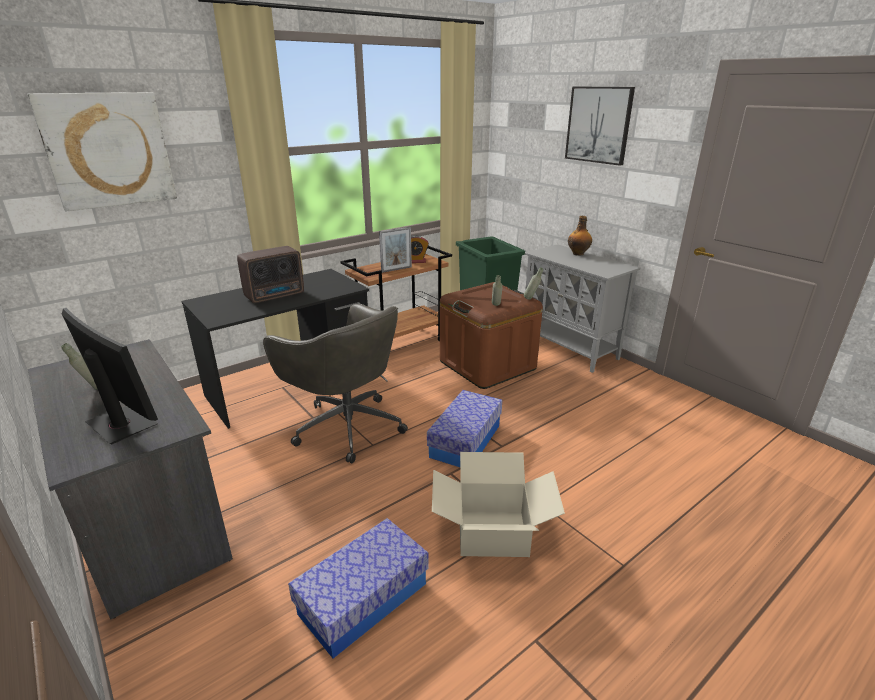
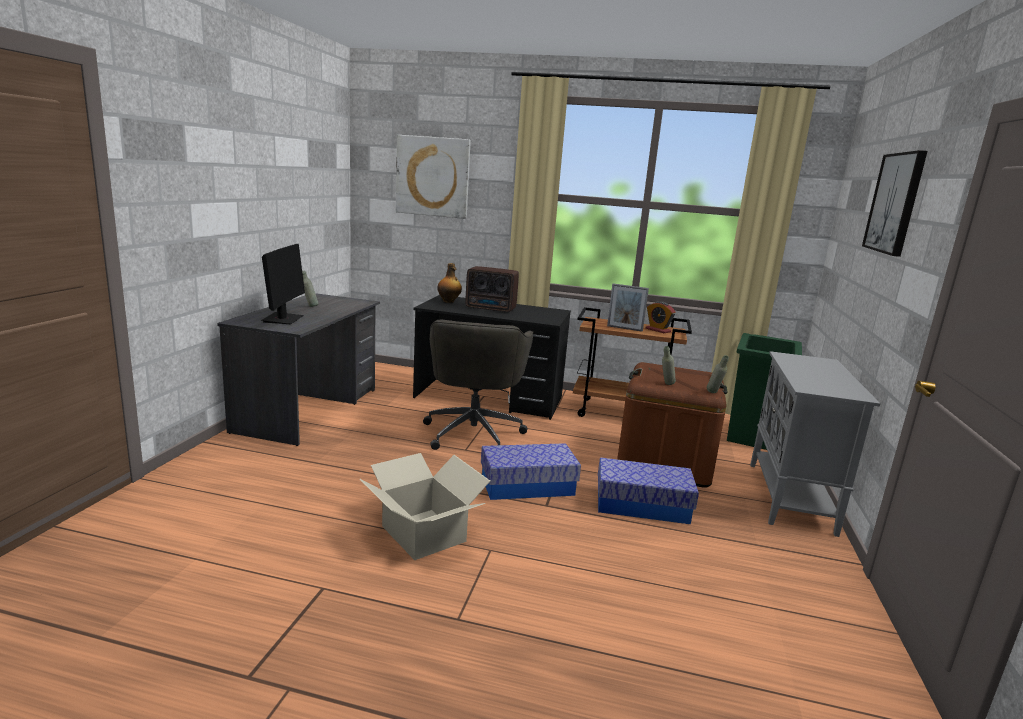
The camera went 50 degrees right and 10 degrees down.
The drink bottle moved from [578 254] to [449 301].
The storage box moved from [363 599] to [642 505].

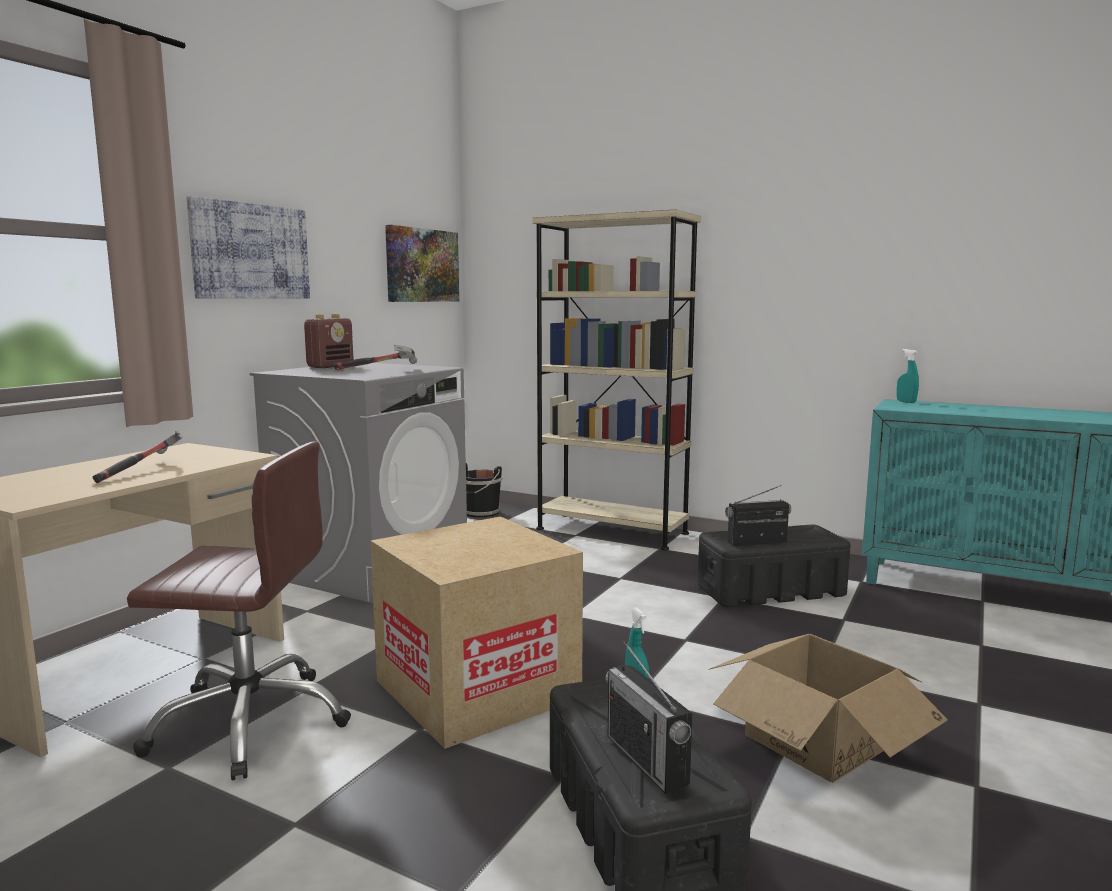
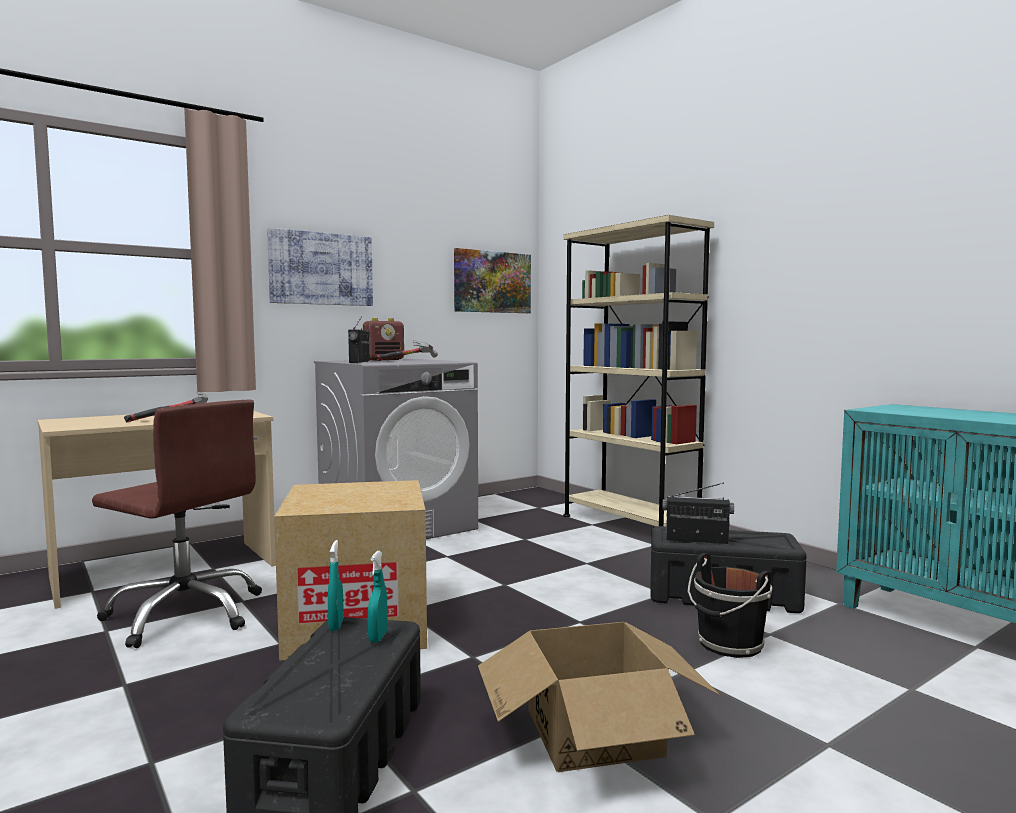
The camera went 25 degrees right and 5 degrees down.
The turquoise hand sprayer moved from [906 402] to [336 625].
The black pail moved from [480 513] to [729 645].
The radio set moved from [646 760] to [359 362].

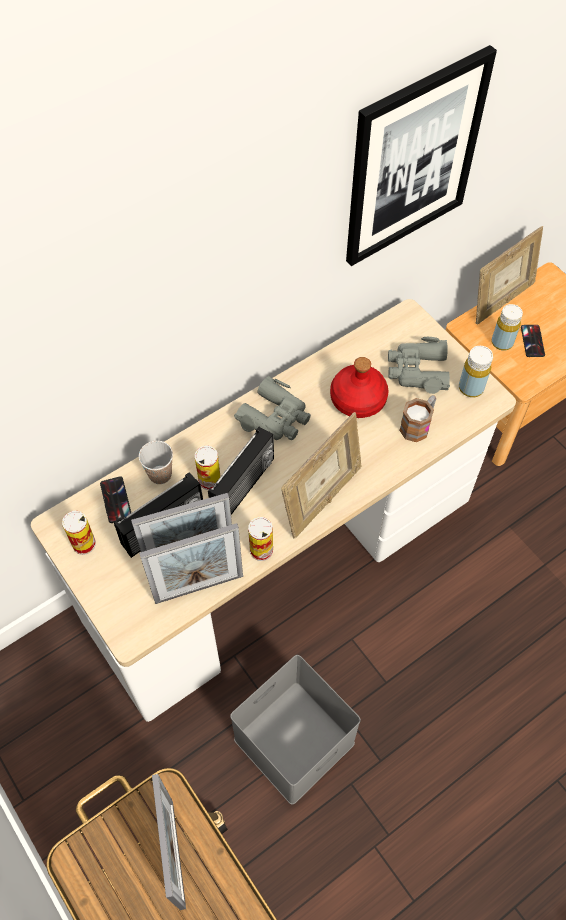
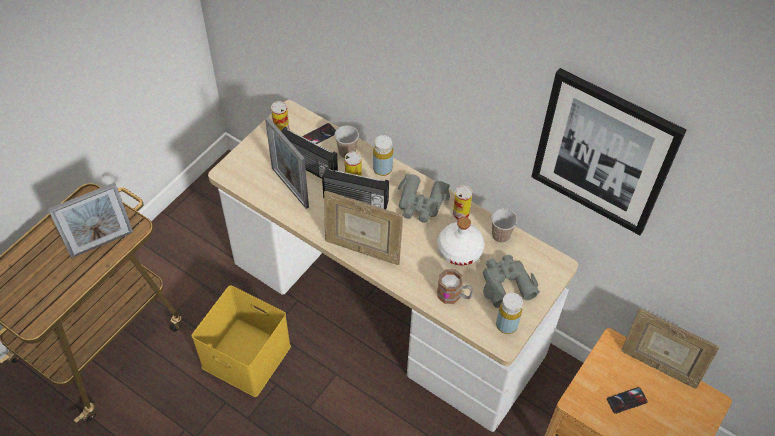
The camera went 70 degrees right and 5 degrees down.
The yellow drink bottle moved from [502 342] to [382 169].
The red drink bottle at [357 399] became the whitish drink bottle at [459 250].
The can moved from [261 550] to [461 214].
The photo frame at [199 588] disappeared.
The gray storage box at [294 738] became the yellow storage box at [248 356].
The drinking cup at [500 236] appeared.

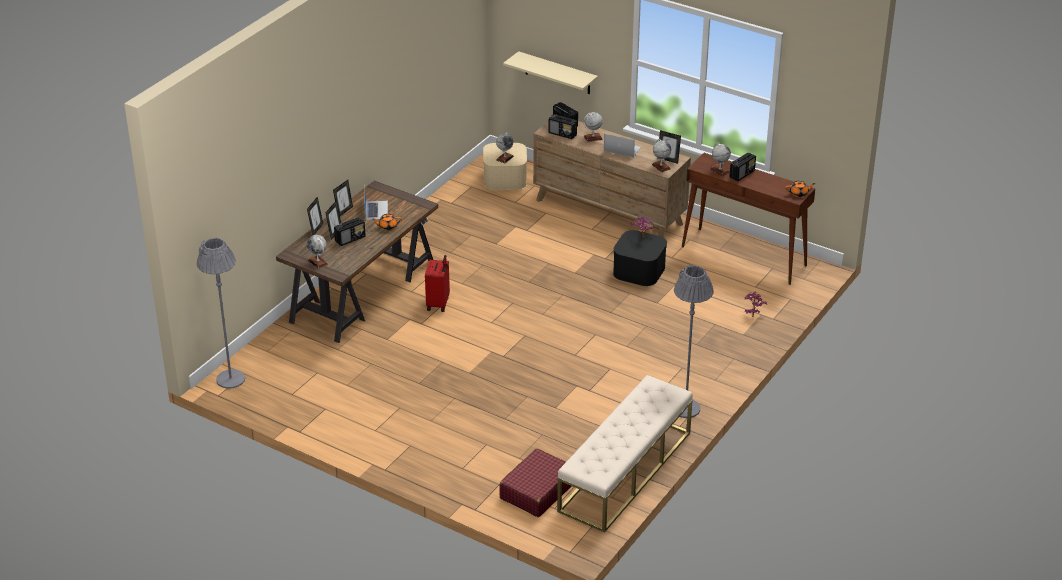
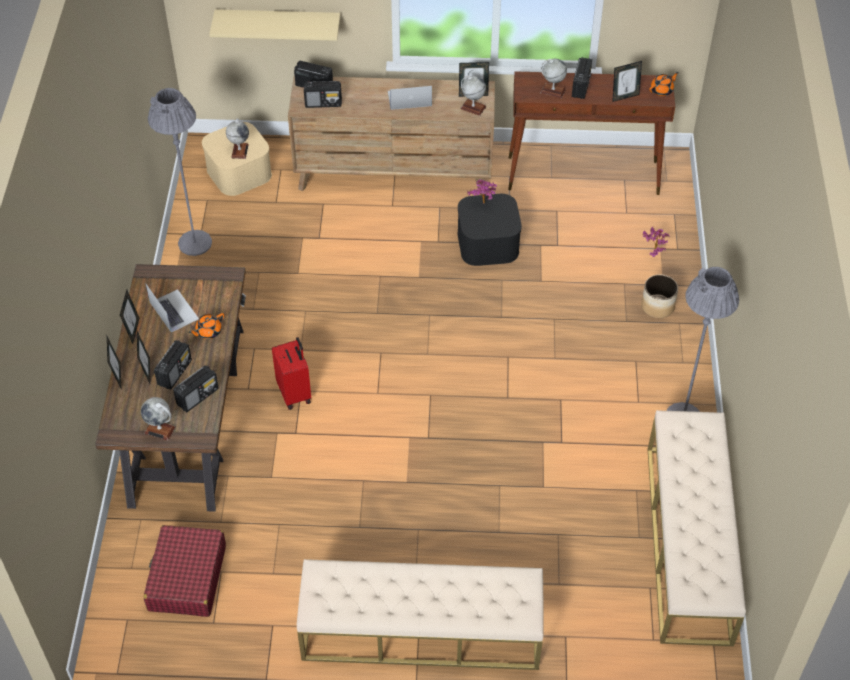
The camera went 30 degrees left and 15 degrees up.
The globe at [593 138] disappeared.
The gray standing lamp moved from [230 379] to [195 243].
The red piece of luggage moved from [537 491] to [187 578].
The photo frame at [624 96] appeared.
The flower pot at [657 306] appeared.
The radio set at [198 396] appeared.
The beige long seat at [420 632] appeared.

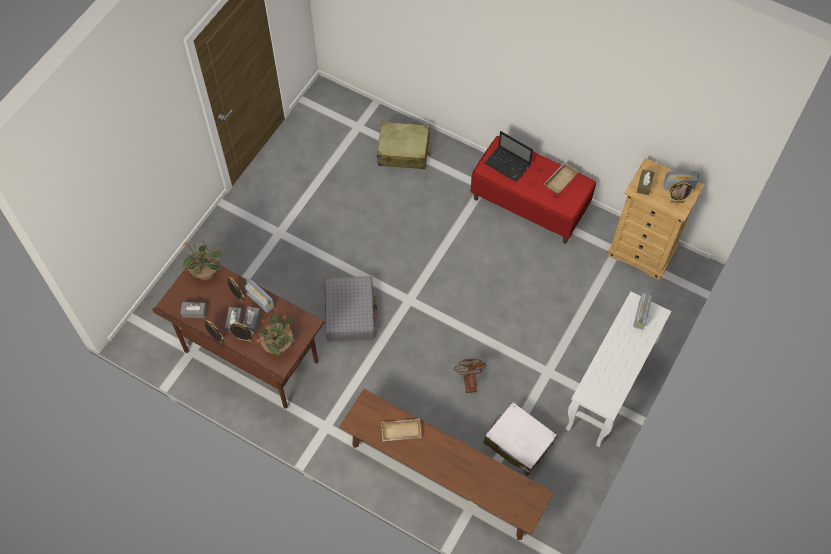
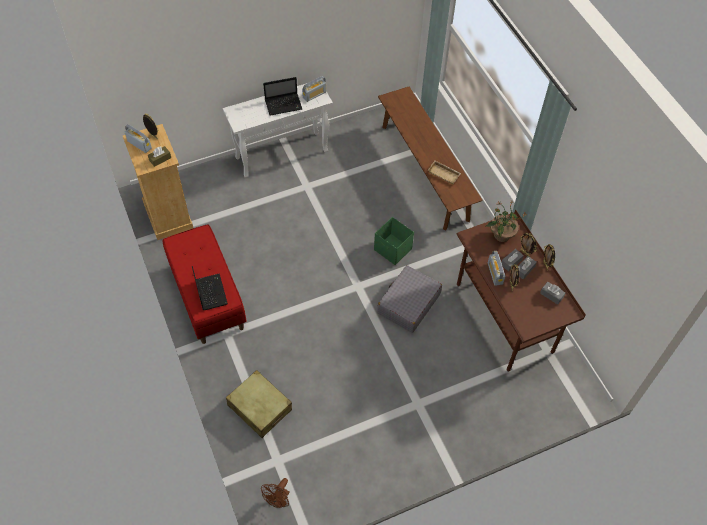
The camera went 145 degrees left and 5 degrees down.
The beige serving tray at [560 179] disappeared.
The potted plant at [206 272] disappeared.
The radio set moved from [641 315] to [314 95].
The brown cooling fan moved from [469 381] to [278 500].
The whitish piece of luggage at [518 442] disappeared.
The laptop at [284 104] appeared.
The green-coloured storage box at [393 250] appeared.

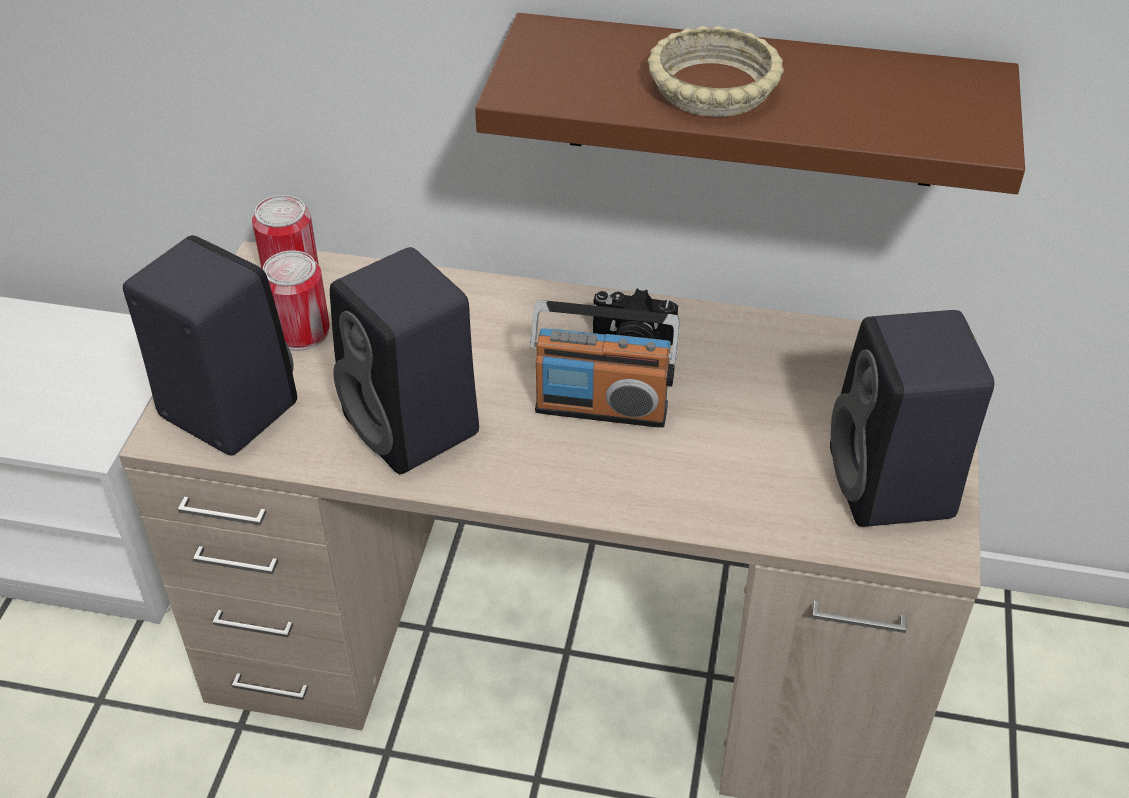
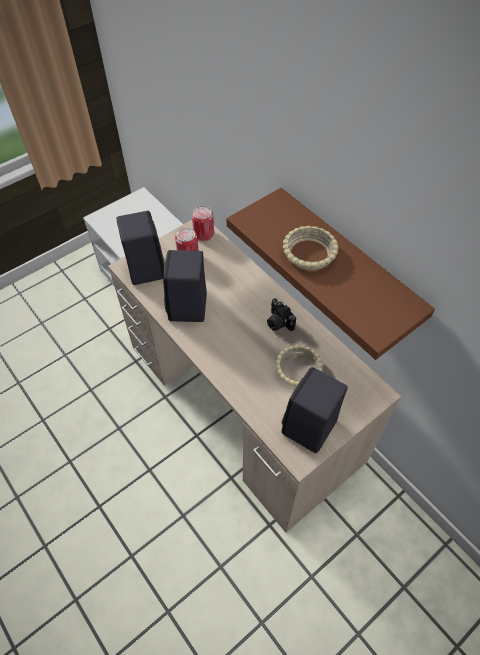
The camera went 40 degrees right and 10 degrees up.
The radio set at [601 407] disappeared.
The beige deep dish at [299 369] appeared.

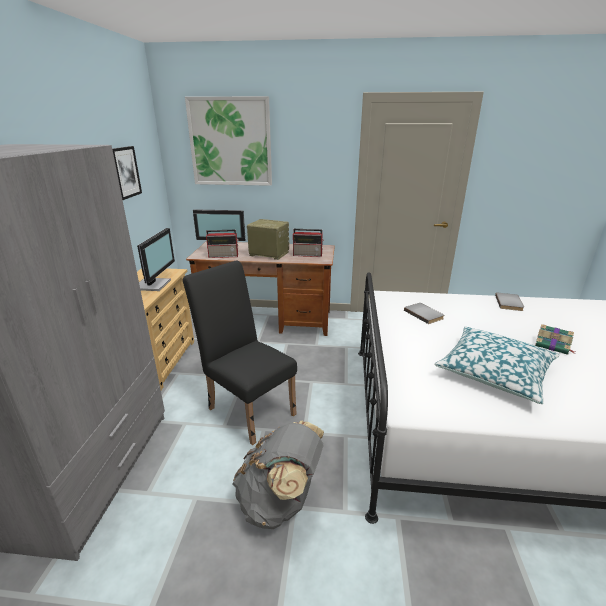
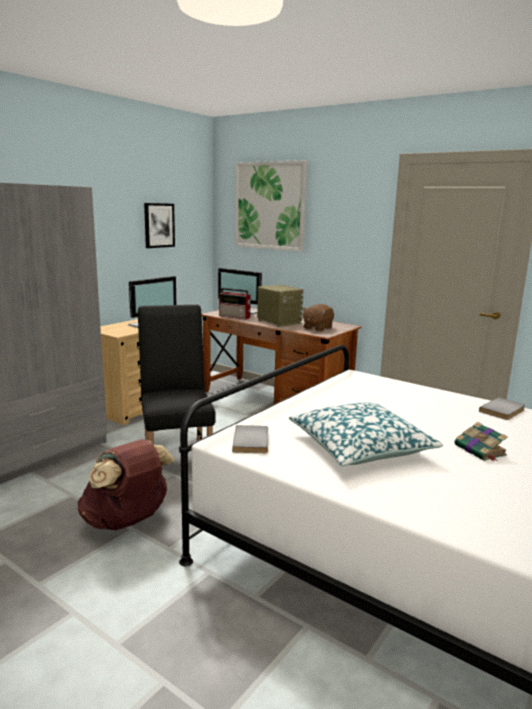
The camera went 30 degrees right and 10 degrees down.
The radio set at [308 255] was replaced by the brown cuddly toy at [317 328].
The gray volume moved from [424 314] to [252 441].
The gray rucksack at [280 501] became the brown rucksack at [127 521].

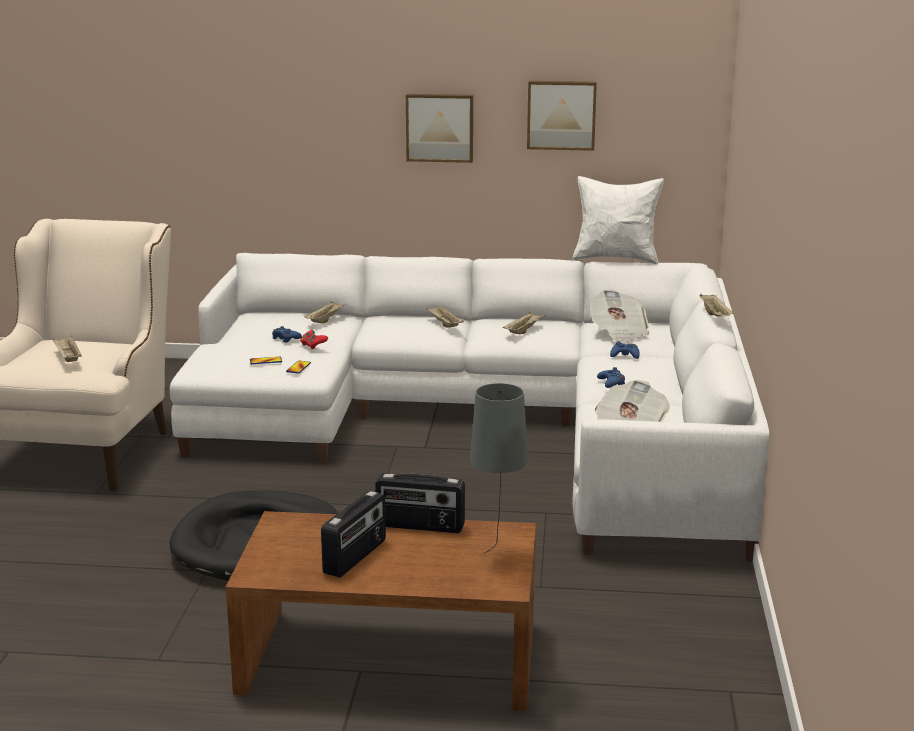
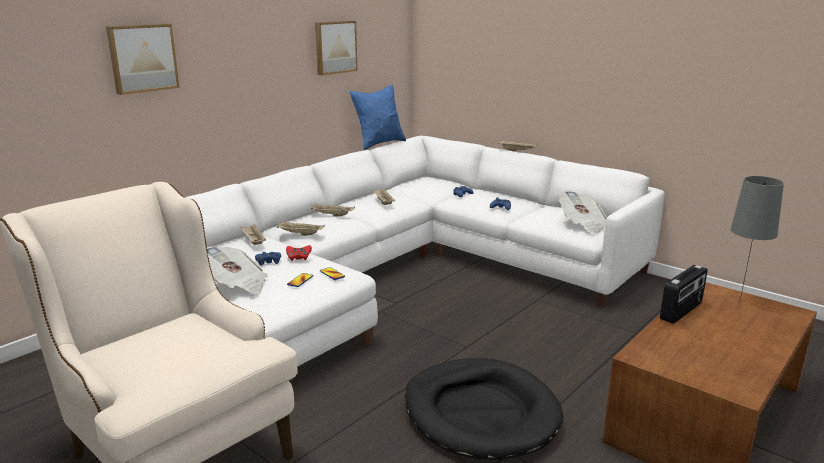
The camera went 55 degrees left and 0 degrees up.
The picture moved from [440 127] to [142 58].
The whitish throw pillow at [616 258] became the blue-coloured throw pillow at [379 144].
The daily paper moved from [618 333] to [237 285].
The beige serving tray moved from [68 358] to [299 234].
The radio set at [356 557] disappeared.

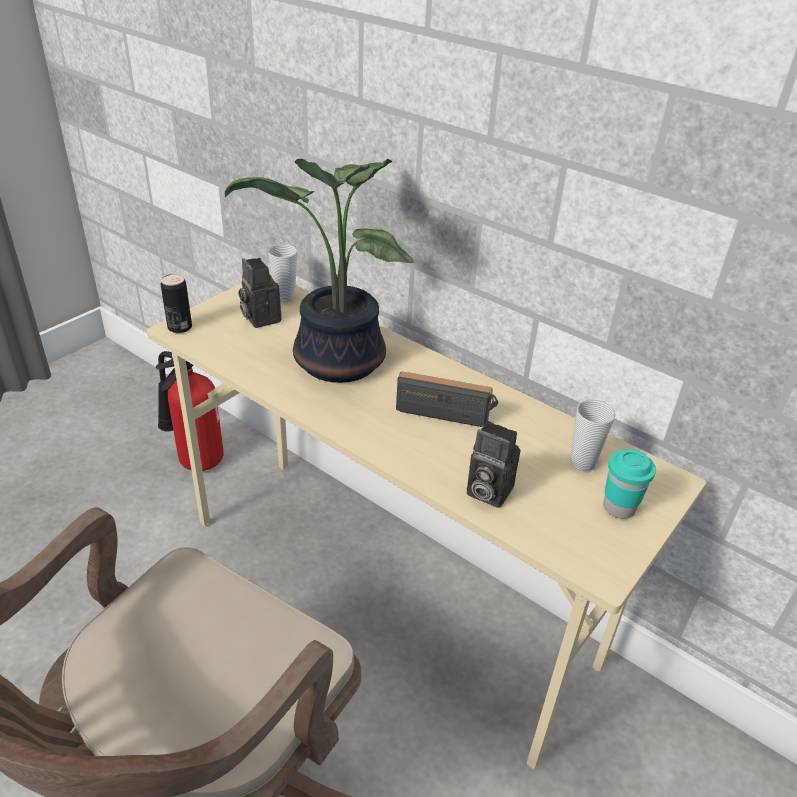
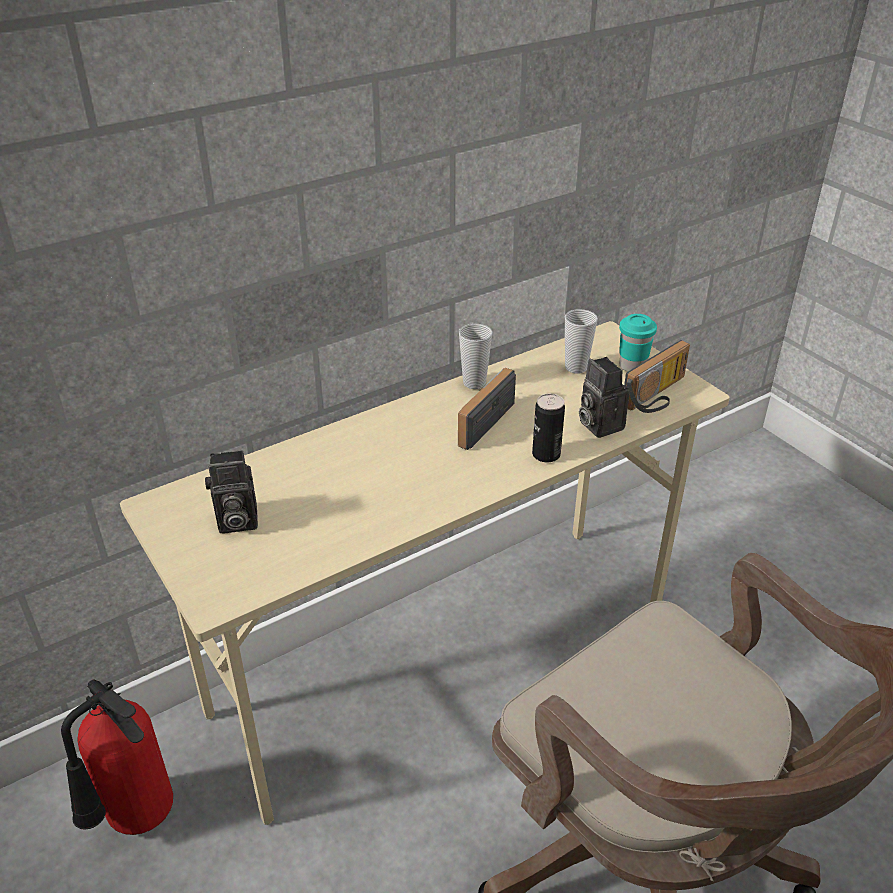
The camera went 70 degrees left and 0 degrees up.
The potted plant at [334 363] disappeared.
The drinking cup moved from [285 297] to [474 383].
The can moved from [180 327] to [546 454].
The photo camera at [486 491] turned 105 degrees clockwise.
The radio set at [658 396] appeared.

